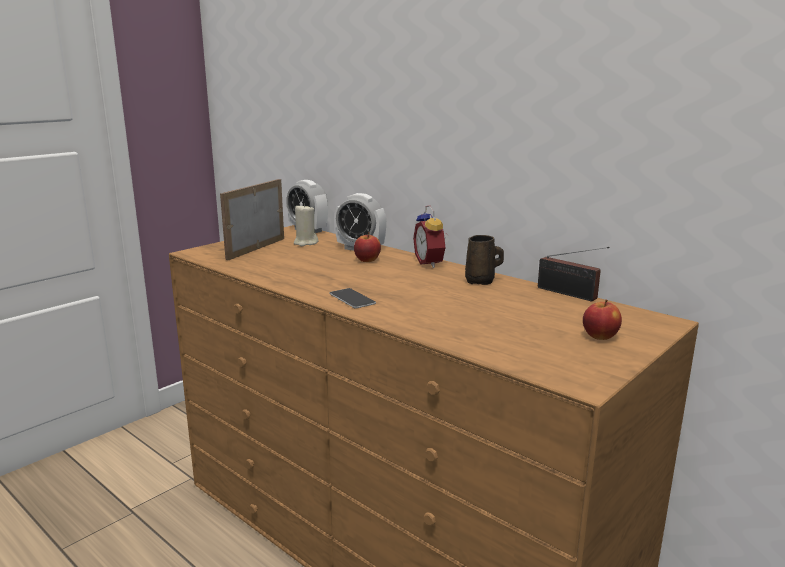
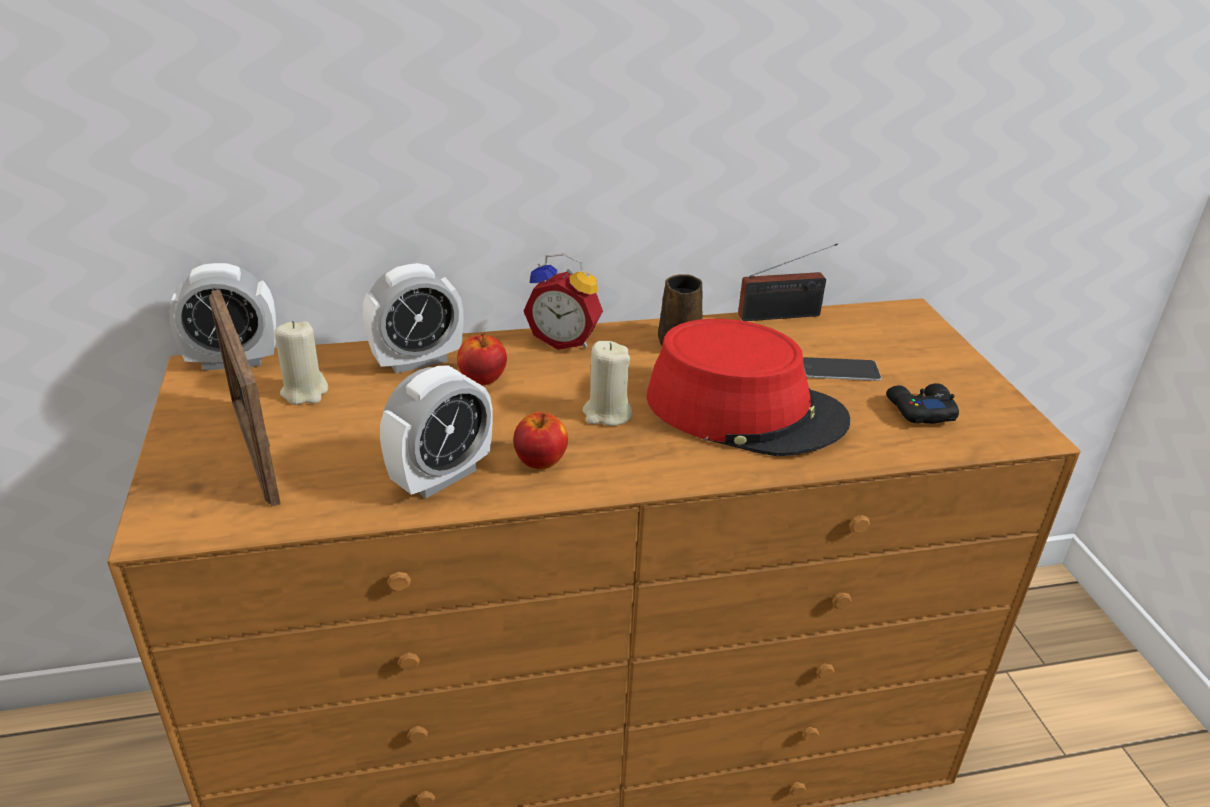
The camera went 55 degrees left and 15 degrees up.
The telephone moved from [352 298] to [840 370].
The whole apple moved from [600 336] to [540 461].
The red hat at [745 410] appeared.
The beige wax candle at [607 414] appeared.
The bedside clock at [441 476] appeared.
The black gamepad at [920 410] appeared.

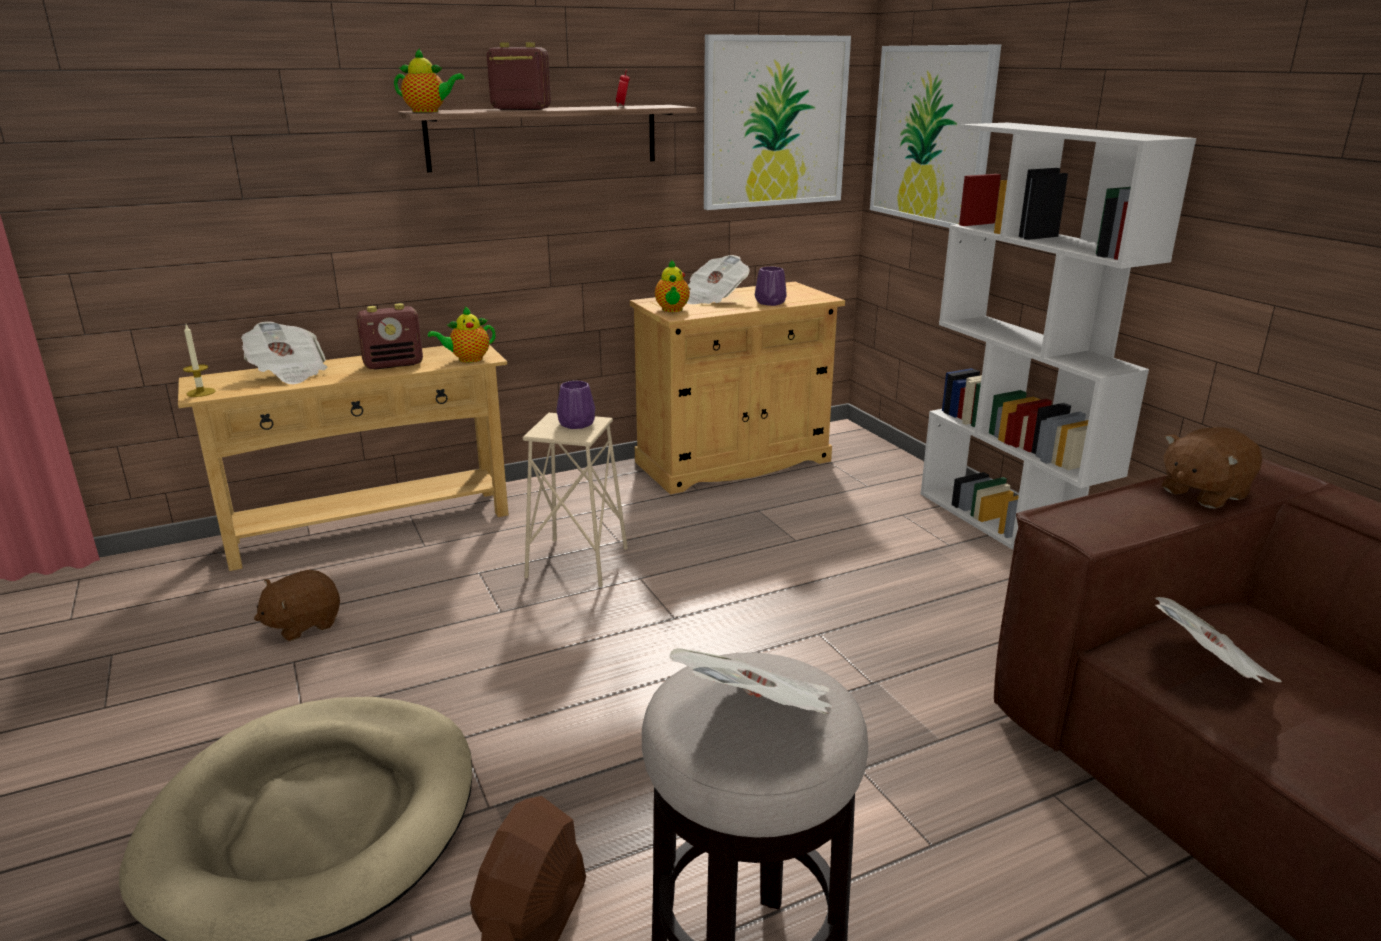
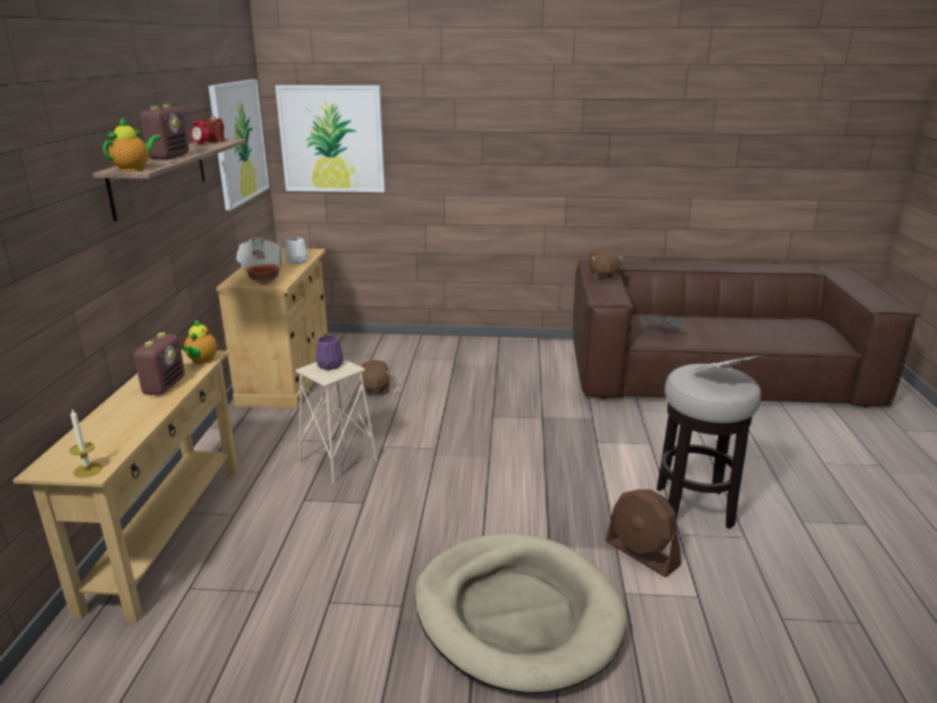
The camera went 60 degrees left and 0 degrees up.
The radio set at [520 109] turned 150 degrees clockwise.
The whitish shelving unit at [1009 528] disappeared.
The teapot at [672 310] was replaced by the deep dish at [264 283].
The purplish vase at [771 302] became the whitish vase at [298 261].
The daily paper at [288 373] disappeared.
The brown cuddly toy moved from [303 624] to [375 389].
The red wax candle at [215 141] appeared.

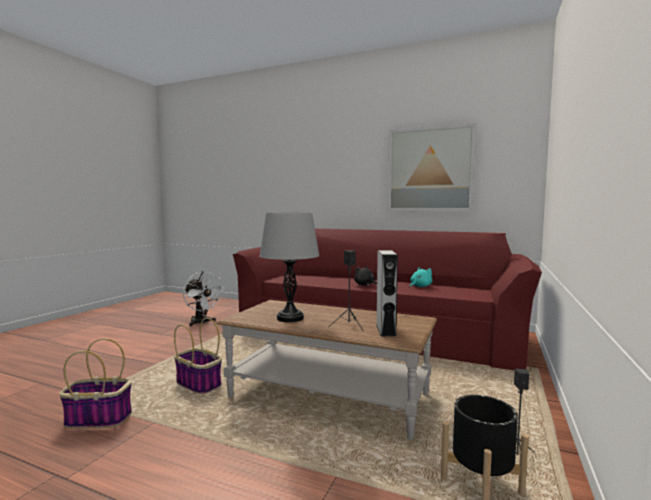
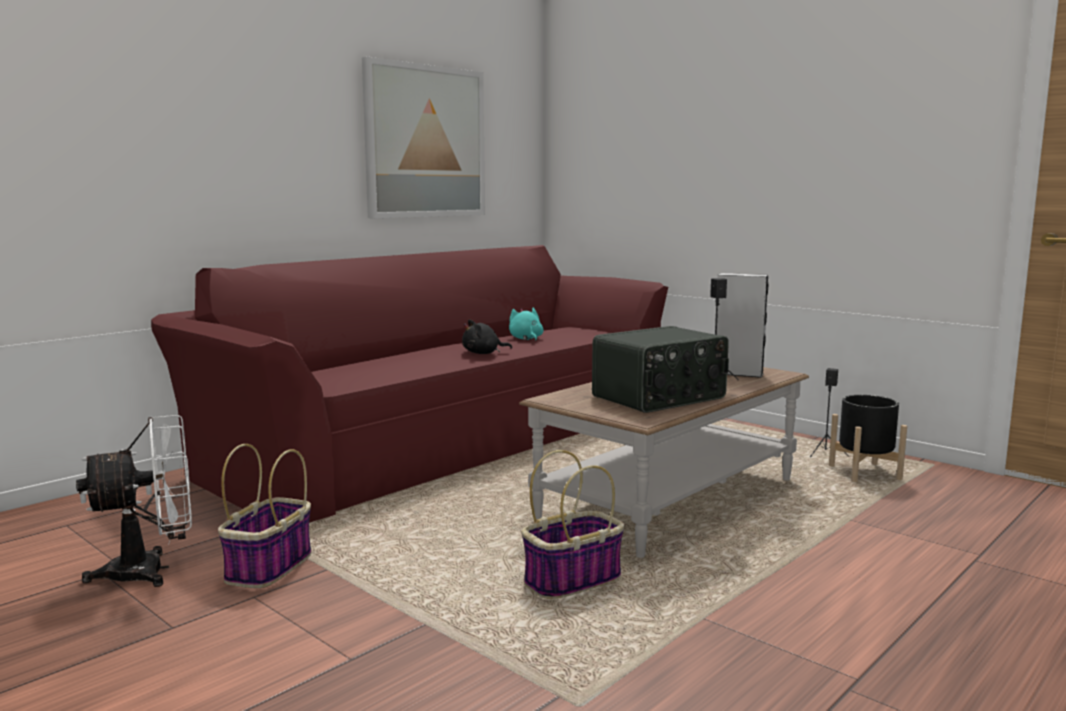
The camera went 70 degrees left and 5 degrees up.
The gray lamp for a table at [290 318] was replaced by the radio set at [660 398].
The storage basket moved from [97 419] to [269 568].

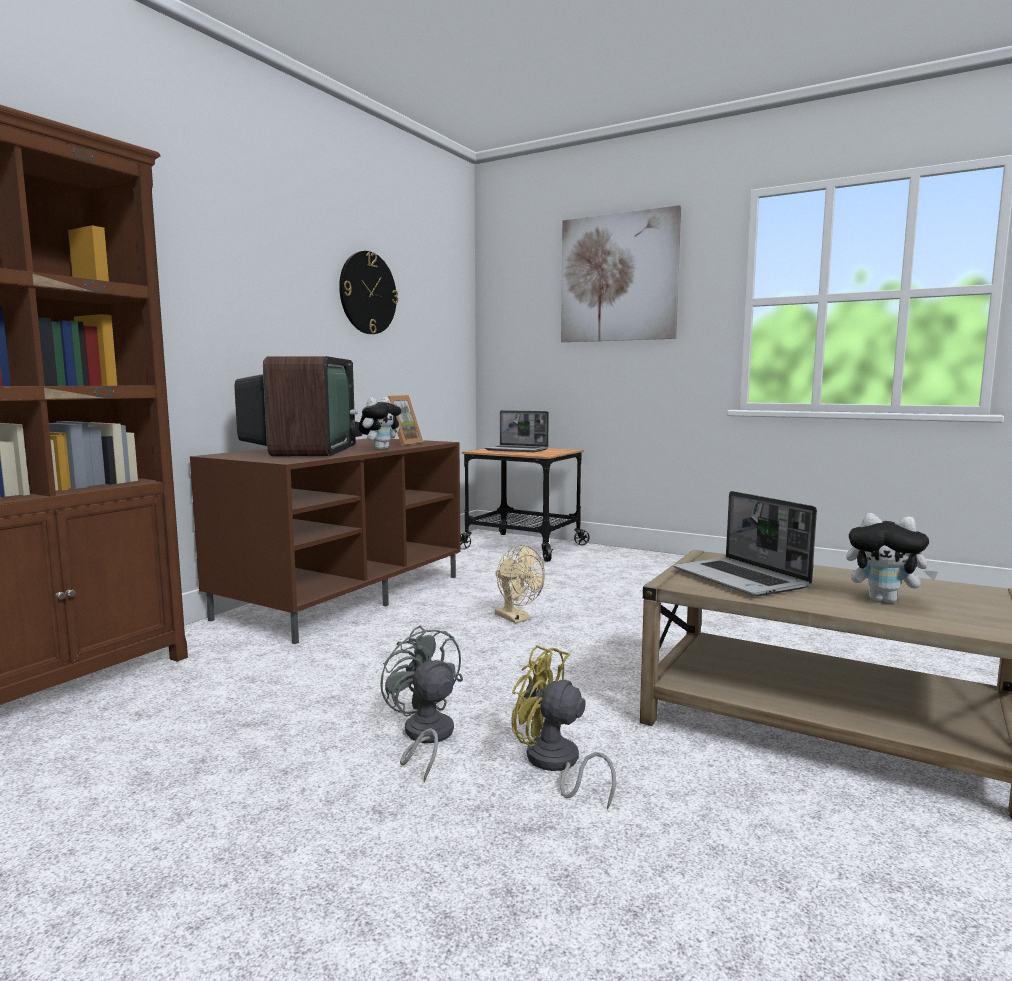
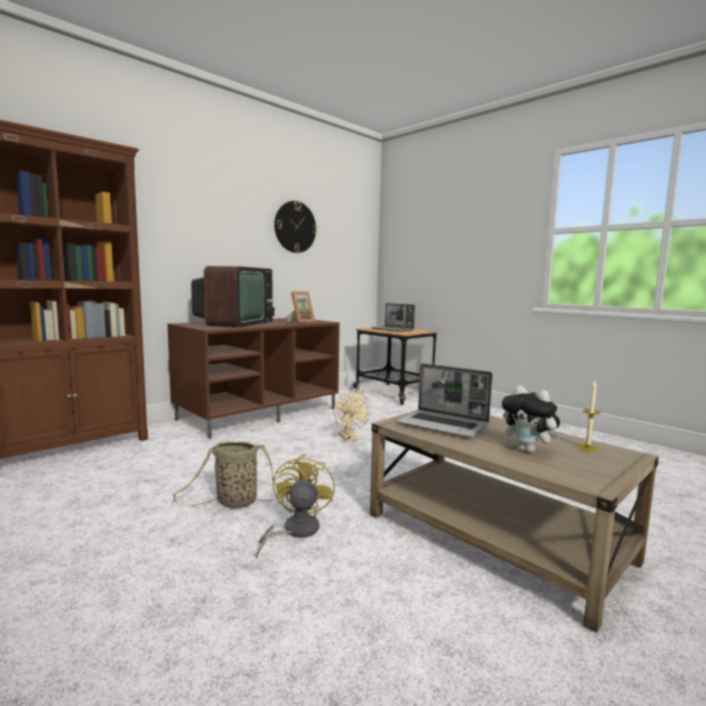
The camera went 15 degrees right and 0 degrees up.
The picture at [618 278] disappeared.
The cuddly toy at [380 449] disappeared.
The laptop at [741 579] turned 45 degrees counterclockwise.
The gray cooling fan at [425 738] was replaced by the storage basket at [233 503].
The yellow cooling fan at [555 765] turned 45 degrees clockwise.
The wax candle at [587 448] appeared.

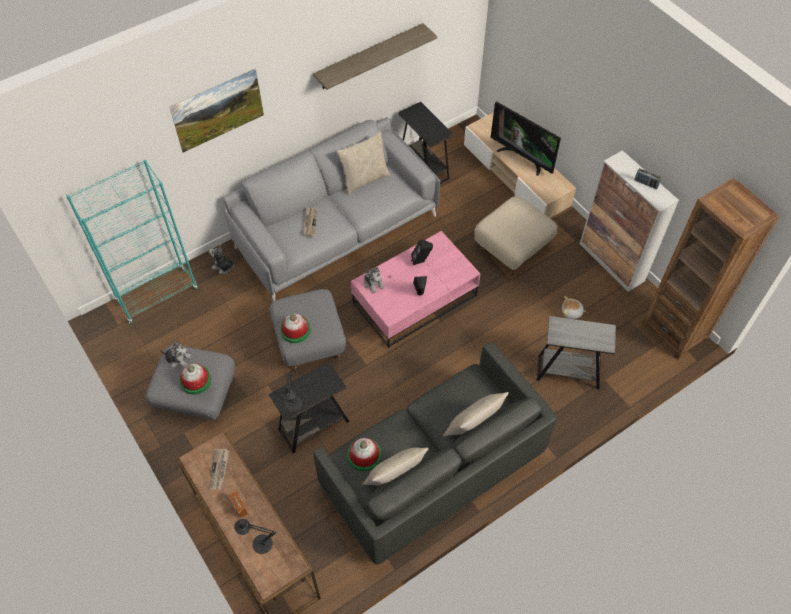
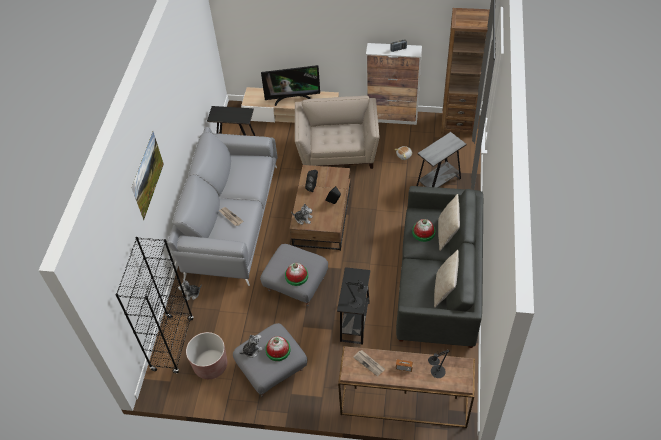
The camera went 45 degrees left and 5 degrees down.
The bracket shelf at [369 57] disappeared.
The beige throw pillow at [364 179] disappeared.
The turquoise shelving unit at [158 296] became the black shelving unit at [173 344].
The beige ottoman at [513 249] was replaced by the beige armchair at [338 150].
The pink low table at [415 298] became the brown low table at [322 215].
The hat moved from [364 455] to [423 232].
The brown flower pot at [210 365] appeared.

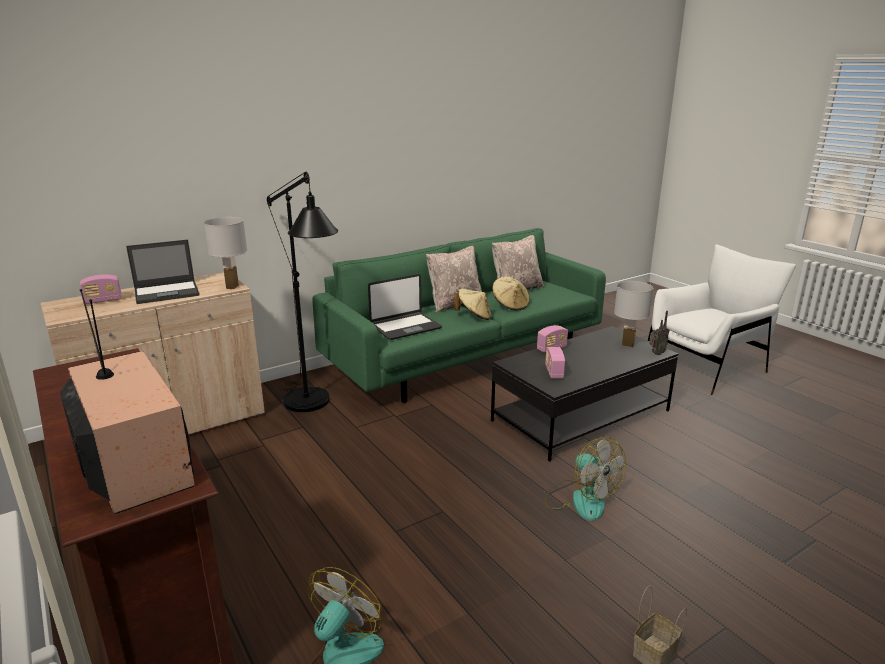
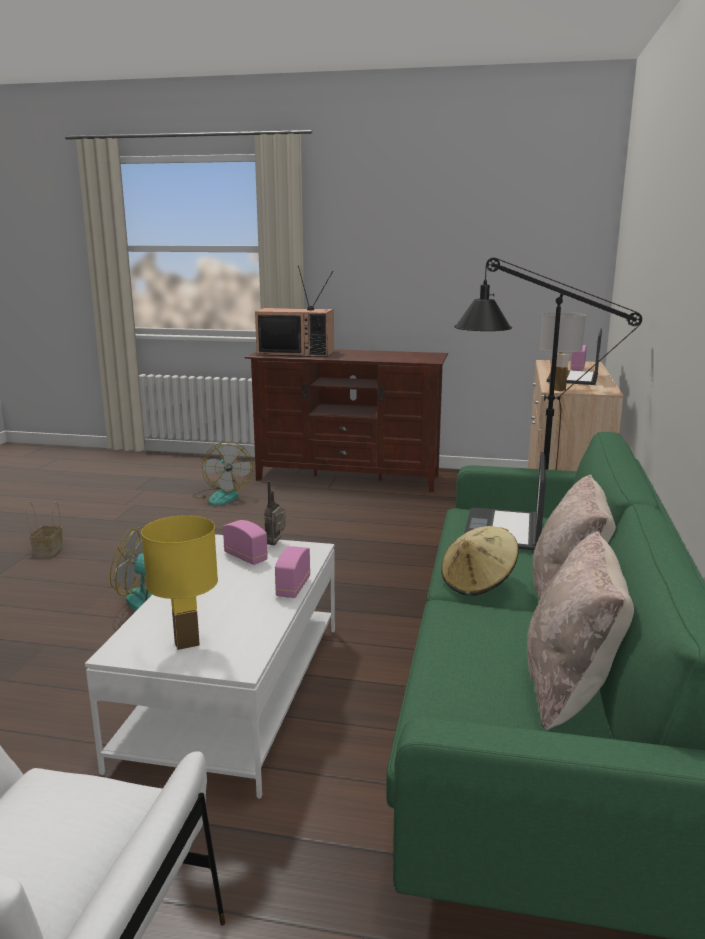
The camera went 135 degrees right and 5 degrees down.
The beige hat at [510 305] disappeared.
The whitish lamp for a table at [628 344] became the yellow lamp for a table at [186 644].
The radio set moved from [656 353] to [276 544].
The black low table at [581 415] became the whitish low table at [235 692].

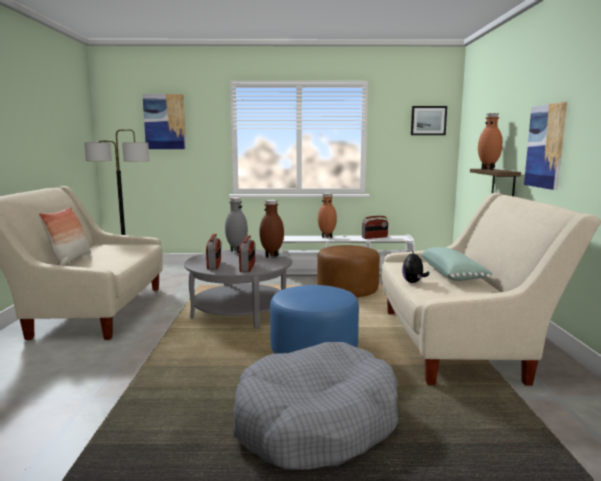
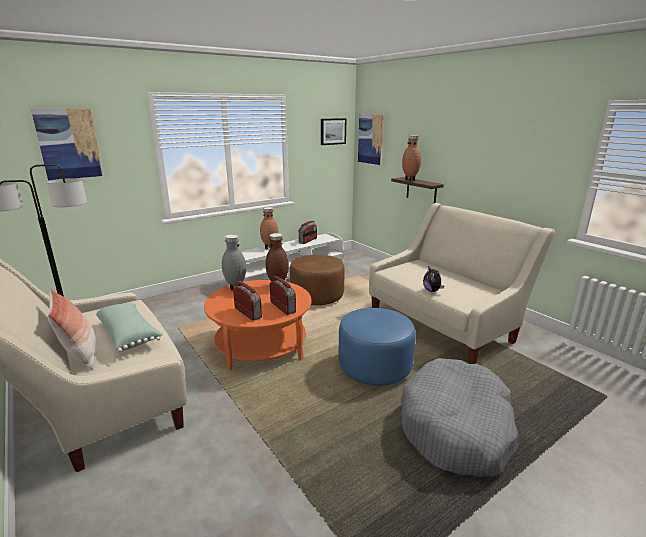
The camera went 35 degrees left and 10 degrees up.
The picture moved from [545 146] to [371 139].
The green-coloured throw pillow moved from [452 275] to [129 335].
The gray low table at [240 311] became the orange-coloured low table at [261 346].

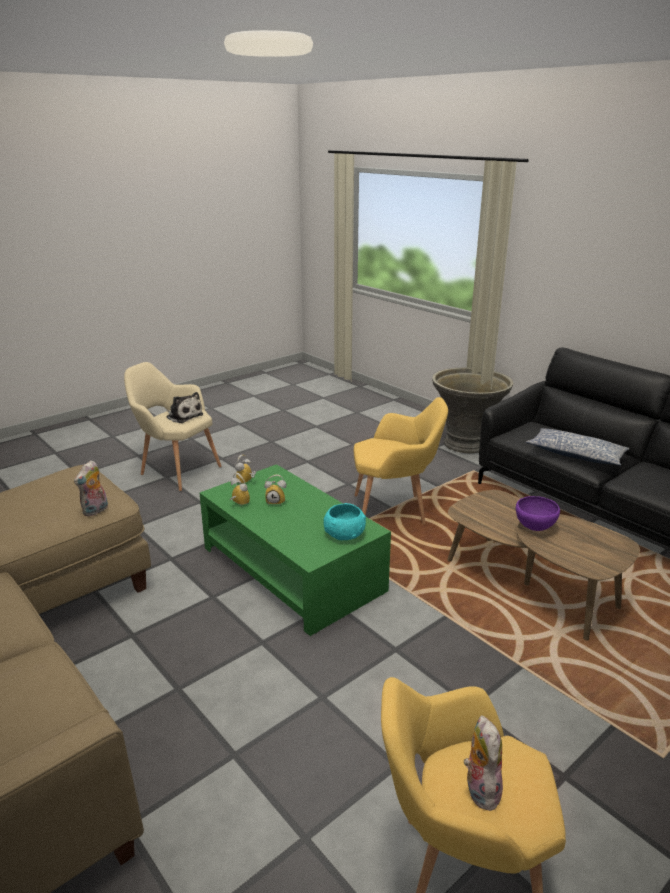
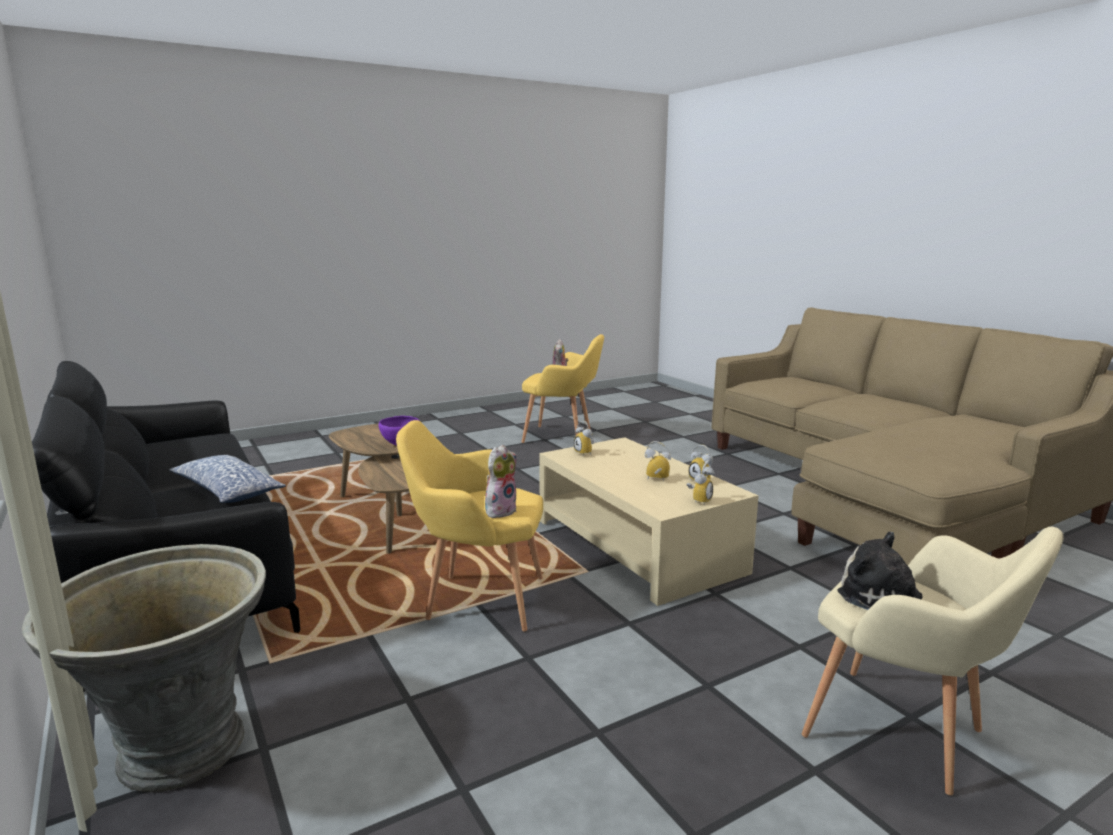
The camera went 170 degrees left and 10 degrees down.
The cuddly toy moved from [96 511] to [500 511].
The green-coloured low table at [292 569] became the beige low table at [637 546].
The turquoise deep dish at [344 534] was replaced by the bedside clock at [586 453].

